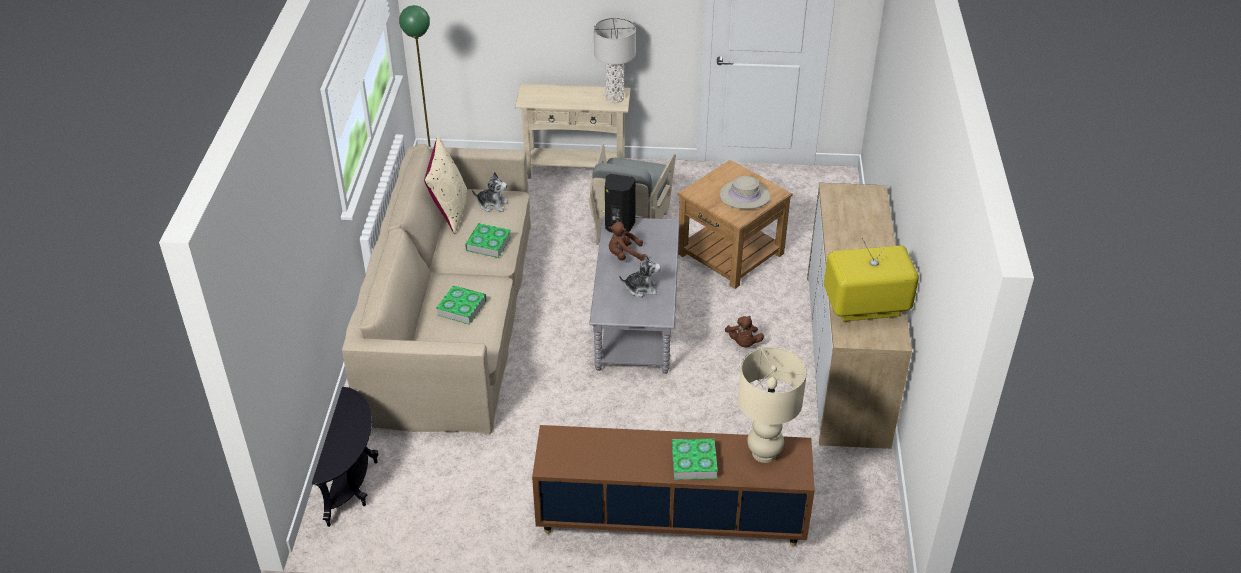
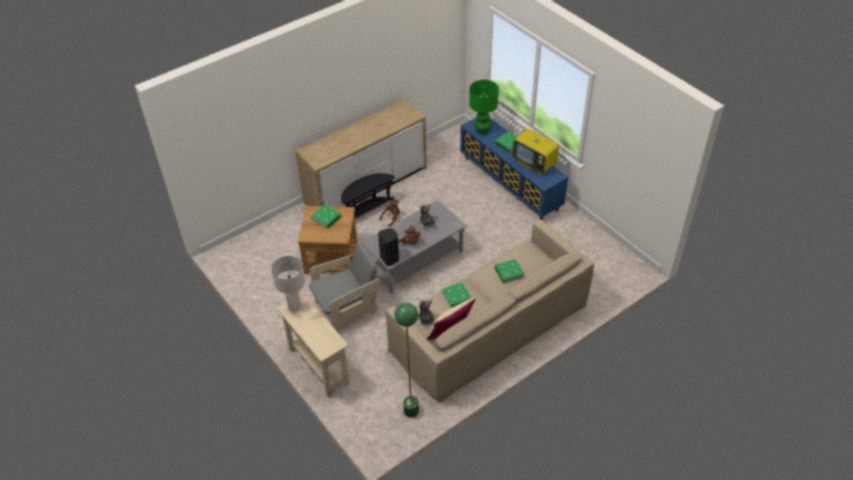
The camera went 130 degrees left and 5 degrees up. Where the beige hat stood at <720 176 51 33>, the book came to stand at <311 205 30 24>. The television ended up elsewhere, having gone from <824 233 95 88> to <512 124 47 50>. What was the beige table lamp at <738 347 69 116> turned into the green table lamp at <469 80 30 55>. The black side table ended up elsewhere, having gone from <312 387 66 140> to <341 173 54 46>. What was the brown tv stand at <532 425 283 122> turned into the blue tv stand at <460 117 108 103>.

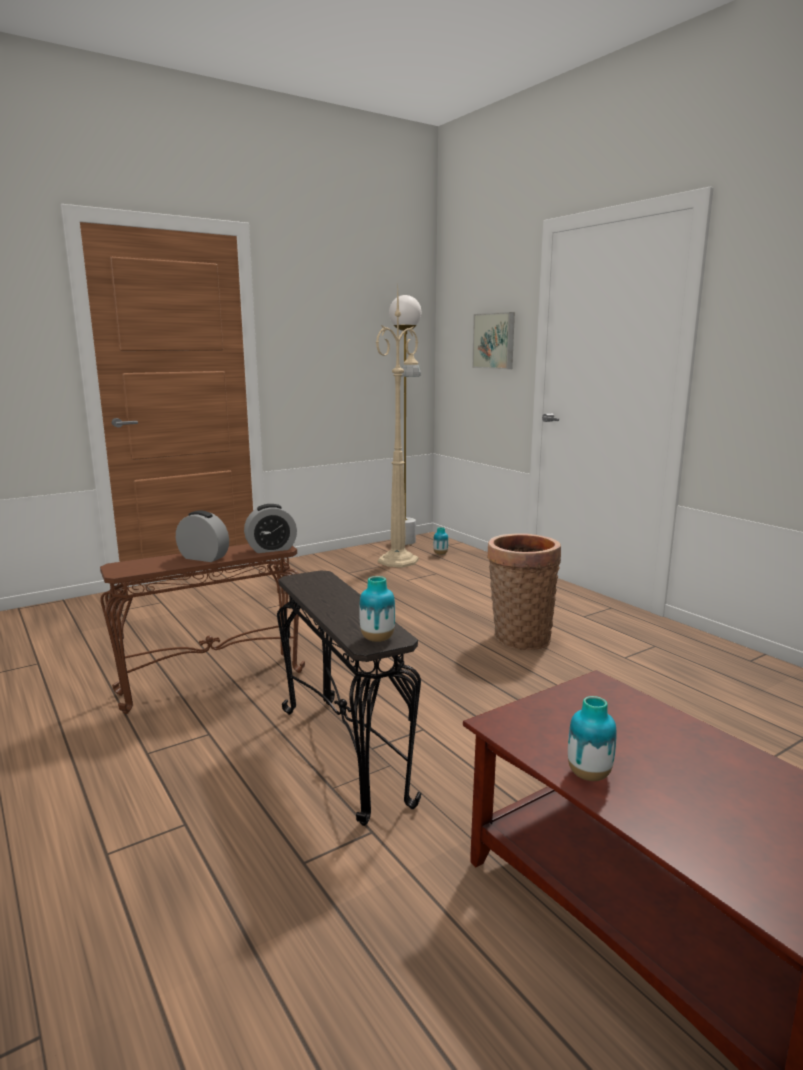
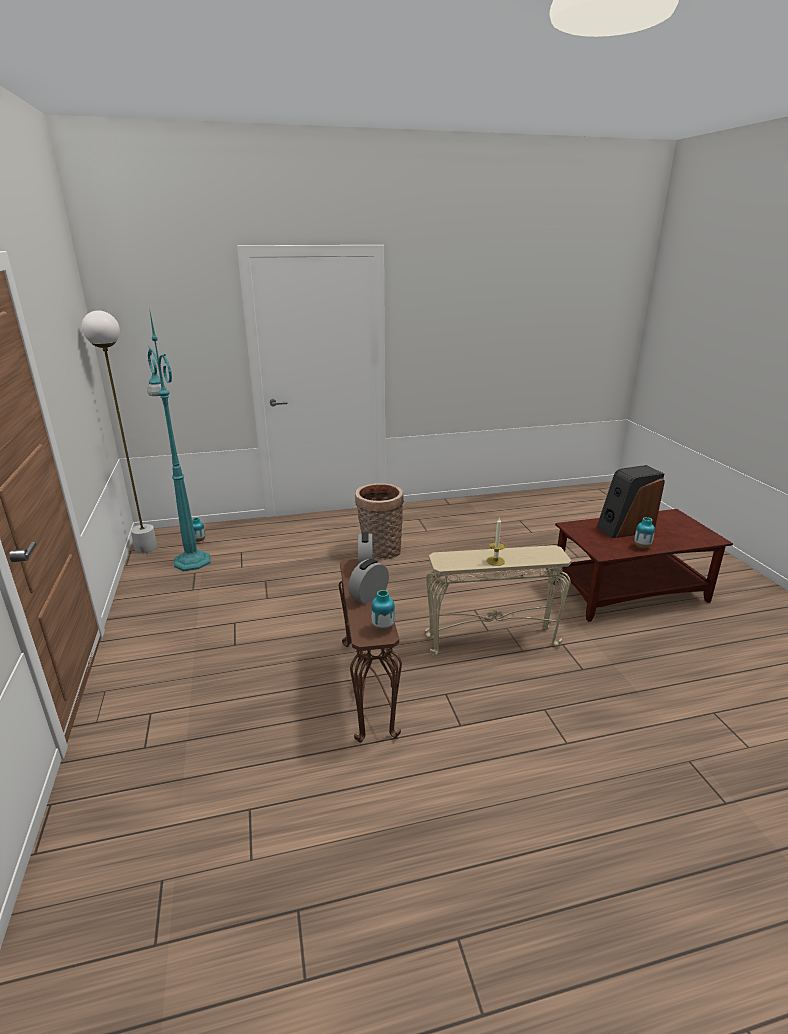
The camera went 70 degrees left and 10 degrees up. What was the beige floor lamp at <376 289 45 279> turned into the turquoise floor lamp at <148 308 62 263>. The second view lost the picture at <472 312 43 57>. What was the black side table at <277 570 144 256> turned into the beige side table at <425 545 146 111>. The vase ended up elsewhere, having gone from <359 576 36 66> to <371 590 24 42>. The second view gained the speaker at <596 465 69 73>. The second view gained the candle at <487 517 18 49>.

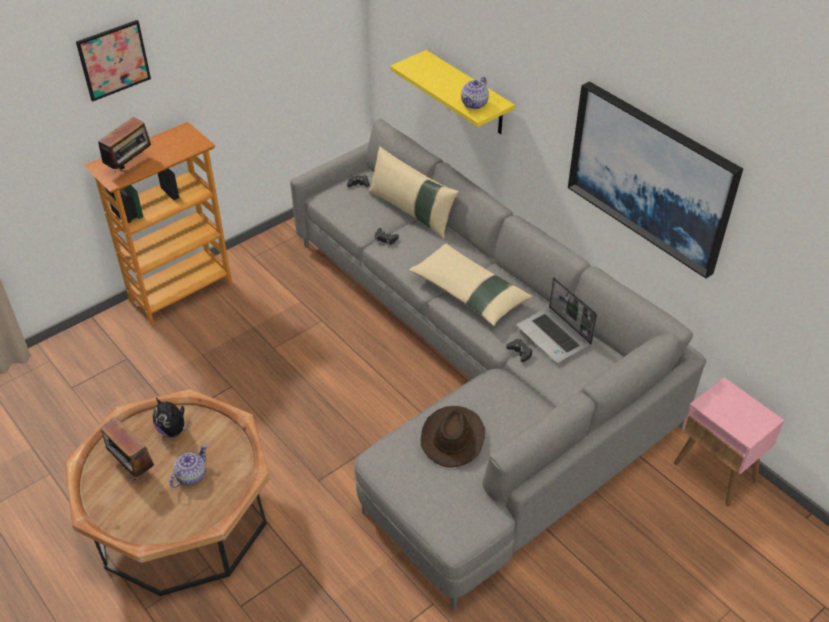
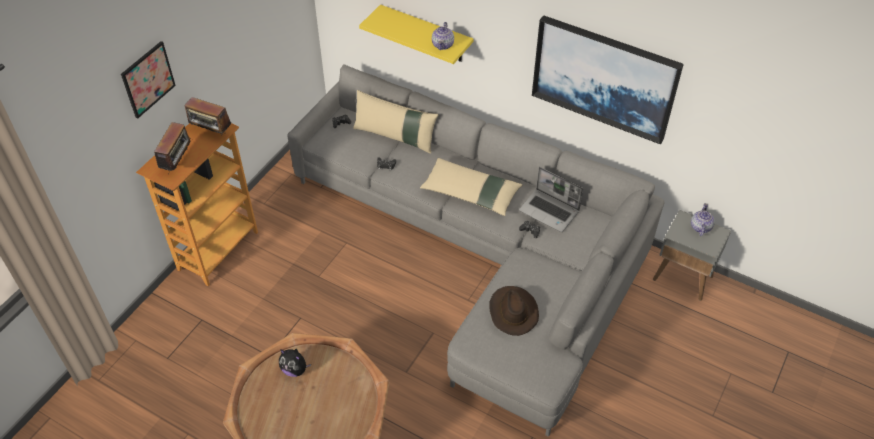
The camera went 20 degrees left and 5 degrees up. What was the pink side table at <674 377 110 129> turned into the grey side table at <653 210 78 91>. The radio ended up elsewhere, having gone from <101 417 53 63> to <185 97 46 38>. The teapot ended up elsewhere, having gone from <170 444 37 44> to <691 203 24 33>.

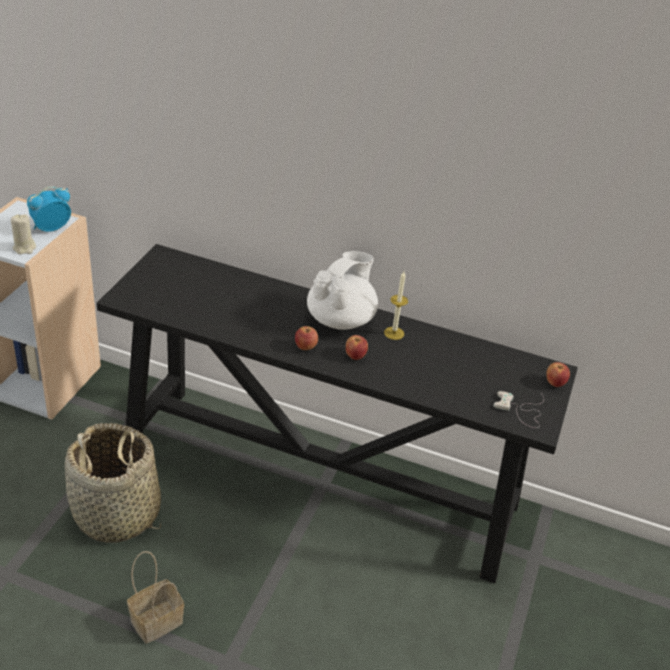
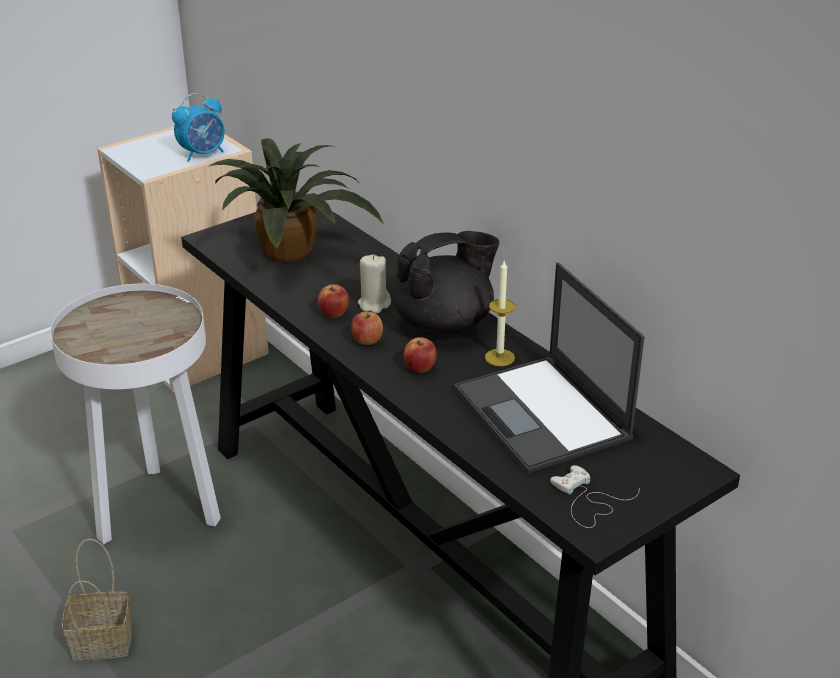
The camera went 35 degrees right and 5 degrees down. The alarm clock at <27 187 44 45> ended up facing another way, 150 degrees clockwise from before. The beige candle ended up elsewhere, having gone from <11 214 25 40> to <358 255 33 58>. What was the white teapot at <307 251 71 79> turned into the black teapot at <393 231 106 104>. The apple ended up elsewhere, having gone from <546 362 24 25> to <318 284 31 34>. Where the basket stood at <65 423 96 120>, the white side table came to stand at <50 284 171 260>. The second view gained the potted plant at <209 138 175 125>. The second view gained the laptop at <454 262 191 212>.

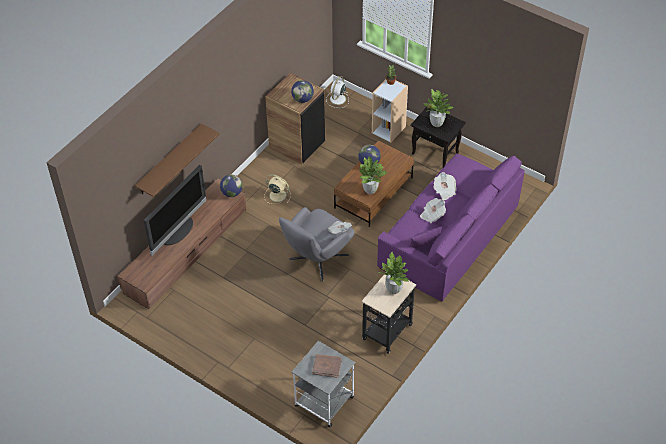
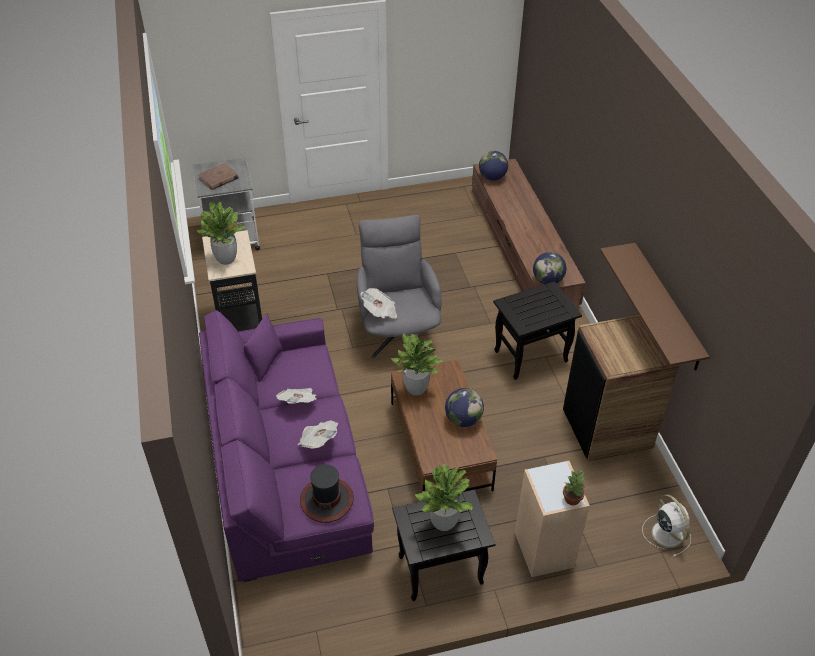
The camera went 130 degrees right and 5 degrees down. The globe ended up elsewhere, having gone from <291 80 23 23> to <479 151 29 29>. The brown shelf ended up elsewhere, having gone from <135 123 85 74> to <600 243 110 128>. The second view lost the television at <144 165 62 91>. Where the beige fan stood at <264 174 27 30>, the black side table came to stand at <493 281 89 99>. The second view gained the hat at <300 464 54 59>.

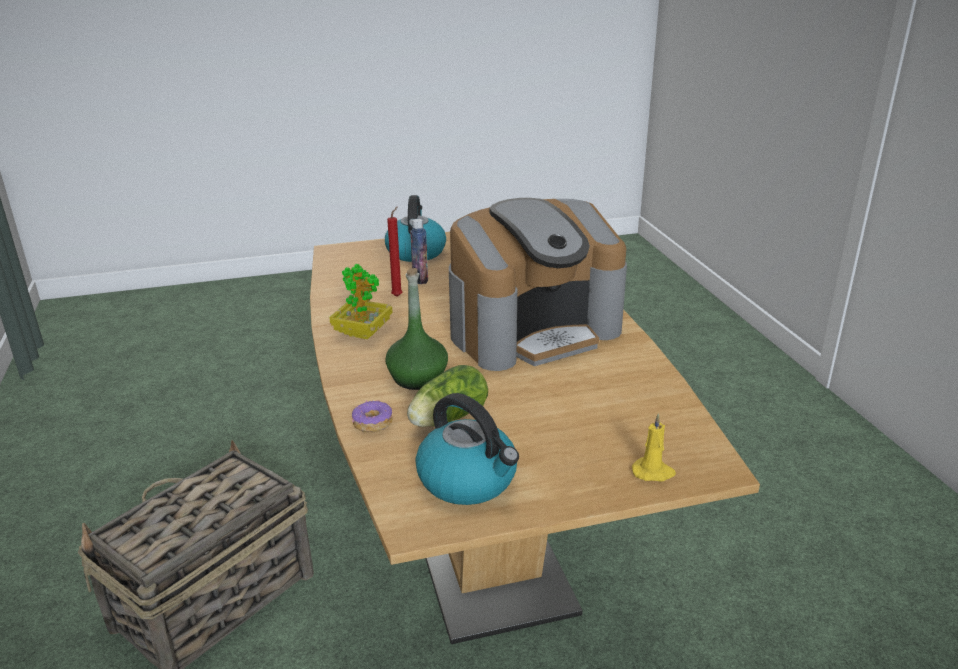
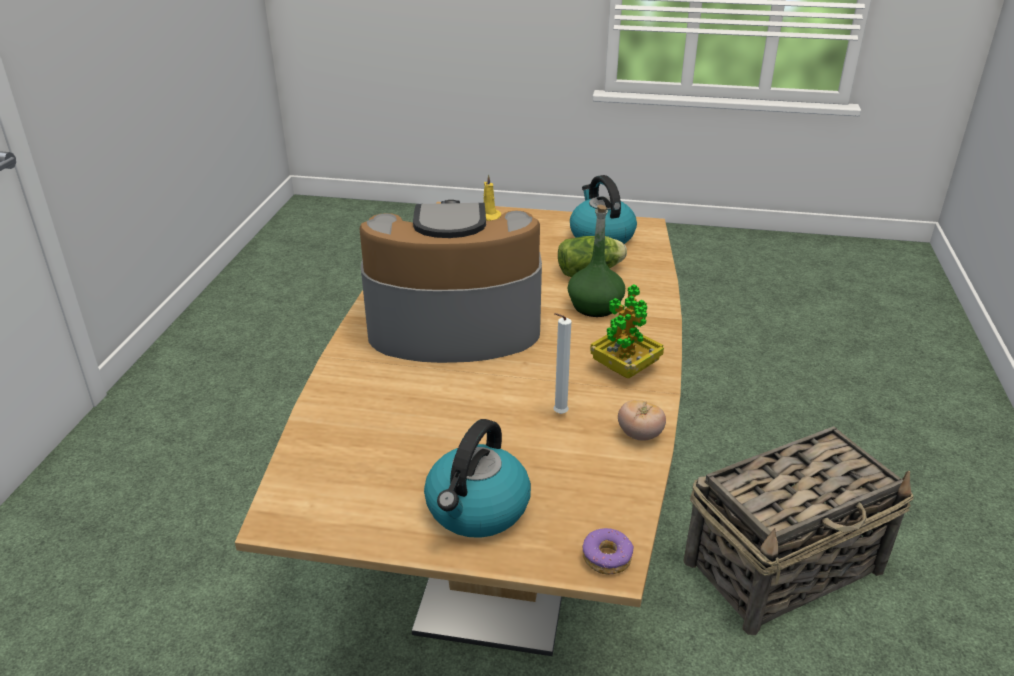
The camera went 155 degrees left and 5 degrees up. What was the red candle at <387 207 16 90> turned into the white candle at <553 313 18 101>. The second view lost the bottle at <410 219 18 65>. The donut ended up elsewhere, having gone from <352 401 41 31> to <583 528 51 47>. The second view gained the tomato at <618 400 48 41>.

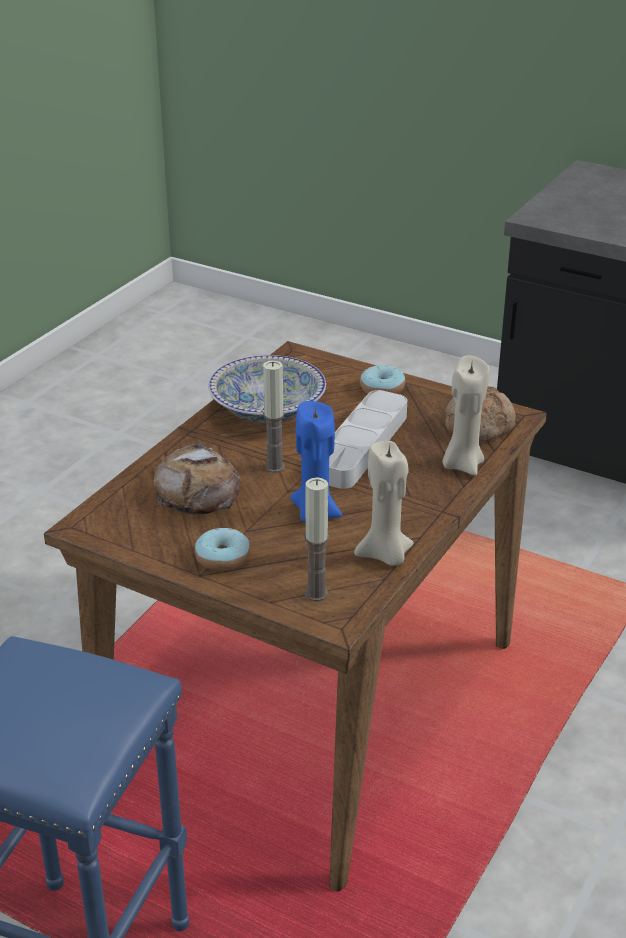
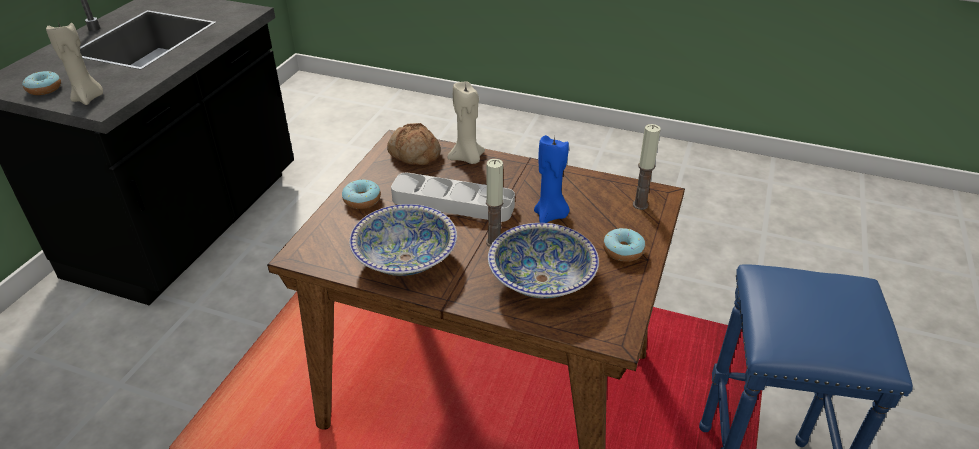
The camera went 100 degrees left and 5 degrees up. The beige candle ended up elsewhere, having gone from <354 441 59 125> to <46 20 57 85>. Where the bread stood at <153 443 87 72>, the bowl came to stand at <488 223 111 76>. The second view gained the donut at <22 71 39 24>.

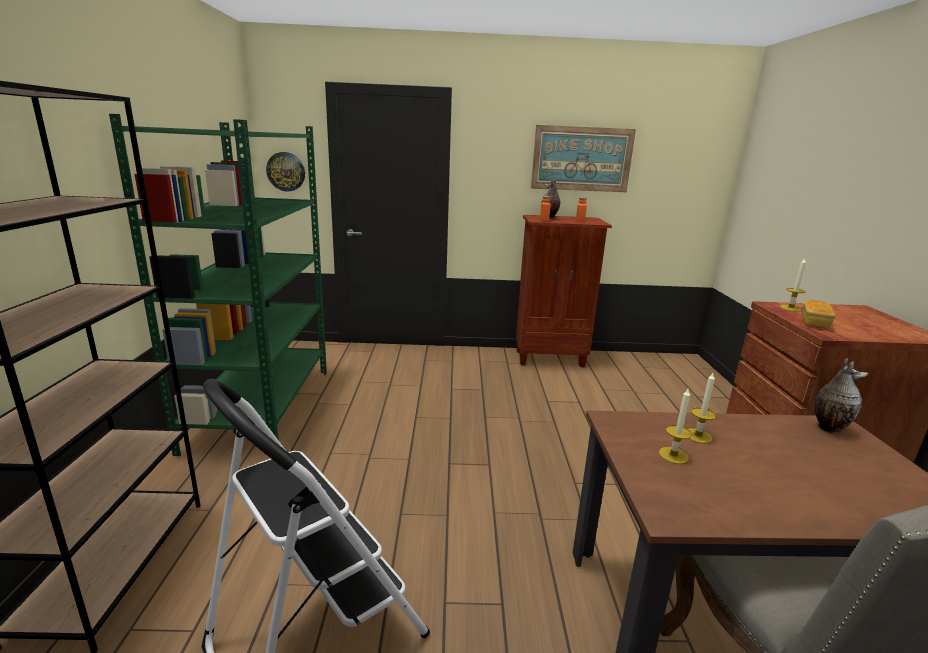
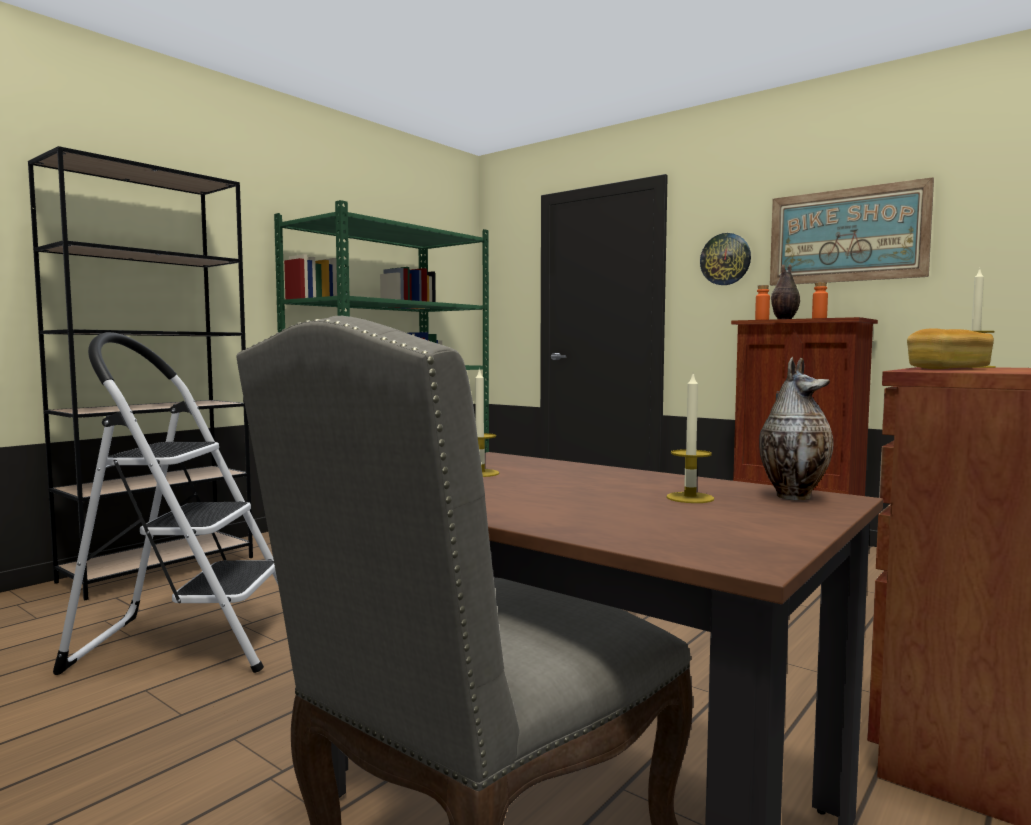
The camera went 40 degrees right and 15 degrees down. The wall clock ended up elsewhere, having gone from <266 152 39 40> to <700 233 51 52>. The candle ended up elsewhere, having gone from <688 373 28 70> to <666 374 48 129>.

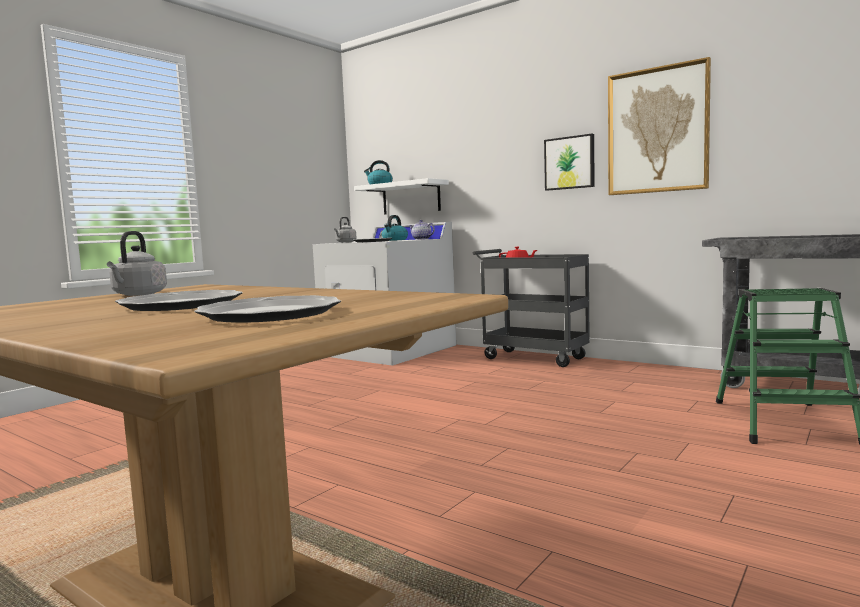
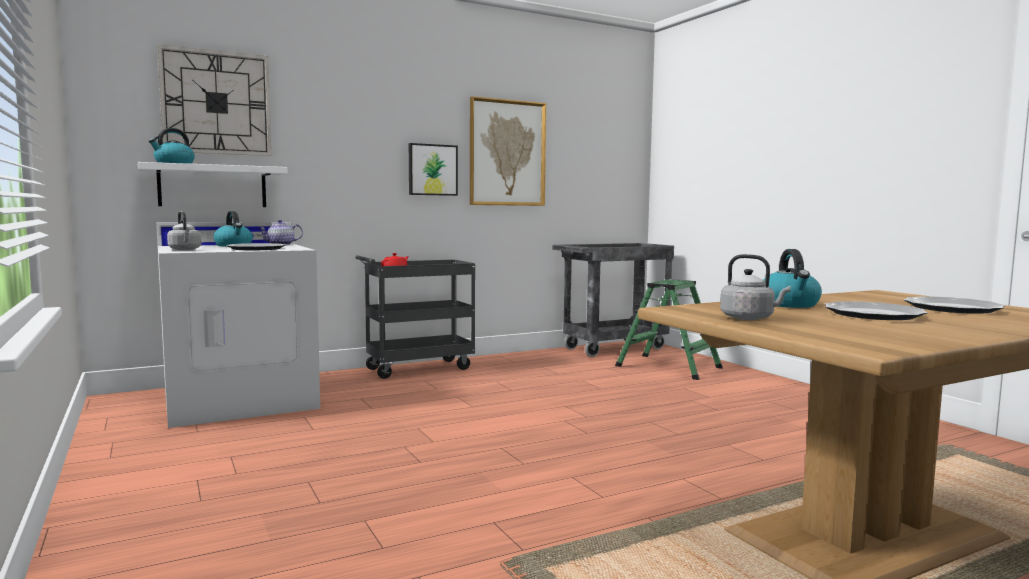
The camera went 65 degrees left and 0 degrees up. The second view gained the wall clock at <158 45 113 111>. The second view gained the kettle at <764 249 58 59>.

